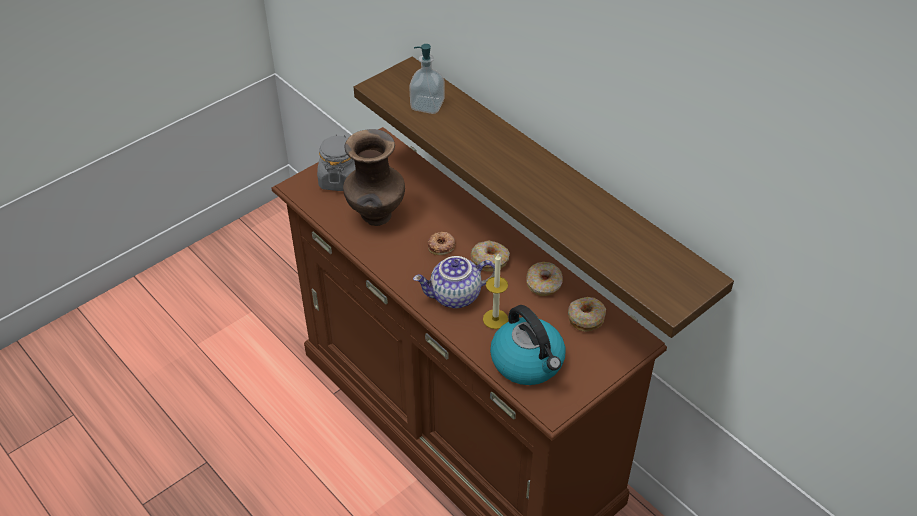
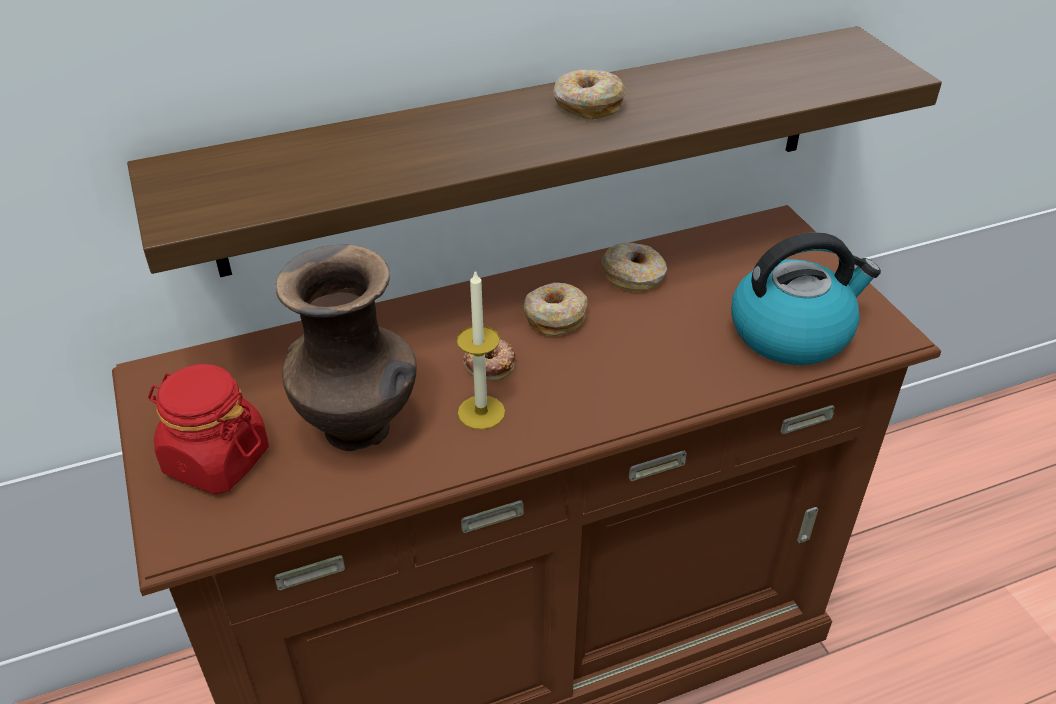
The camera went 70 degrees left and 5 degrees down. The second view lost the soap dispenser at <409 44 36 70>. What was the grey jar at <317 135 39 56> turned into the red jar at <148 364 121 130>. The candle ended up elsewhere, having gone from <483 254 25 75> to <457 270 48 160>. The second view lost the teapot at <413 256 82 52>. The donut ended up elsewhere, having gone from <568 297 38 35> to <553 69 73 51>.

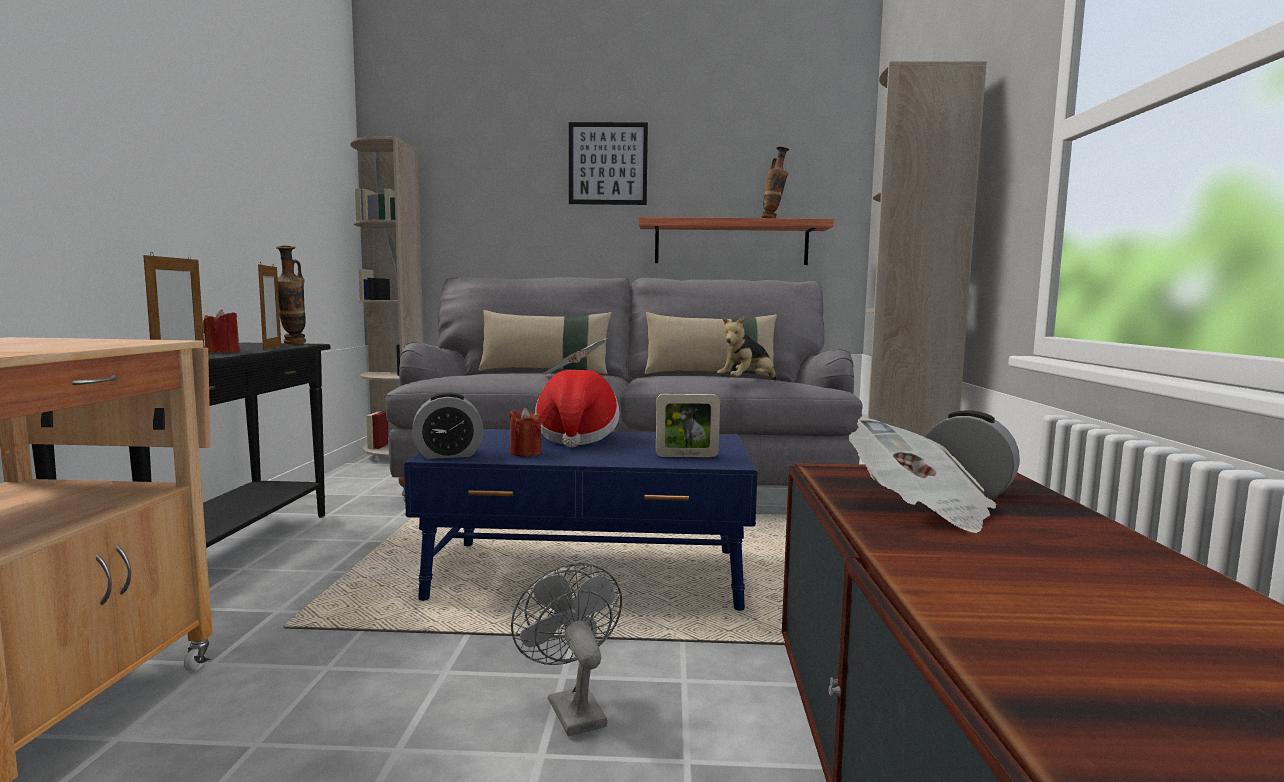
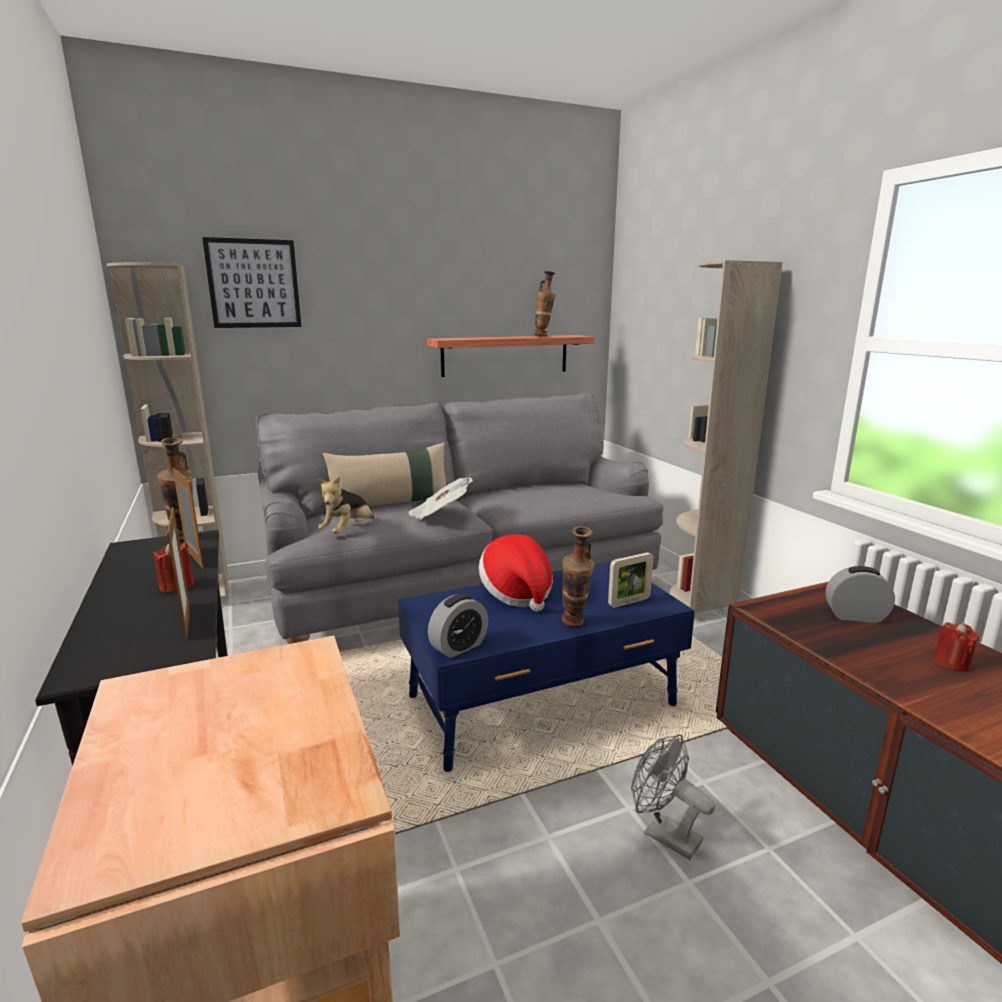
The camera went 25 degrees left and 10 degrees up. The picture ended up elsewhere, having gone from <569 122 79 83> to <202 237 99 91>. The second view lost the beige pillow at <645 312 132 65>. The plush toy ended up elsewhere, having gone from <717 316 60 64> to <318 477 56 57>. The red candle ended up elsewhere, having gone from <509 408 32 49> to <934 622 47 50>. The second view lost the newspaper at <849 418 148 115>. The second view gained the vase at <562 526 33 101>.

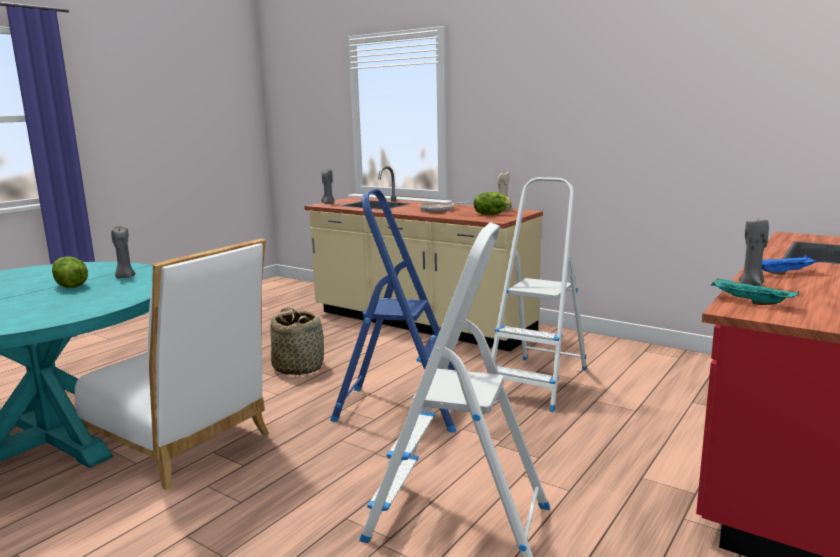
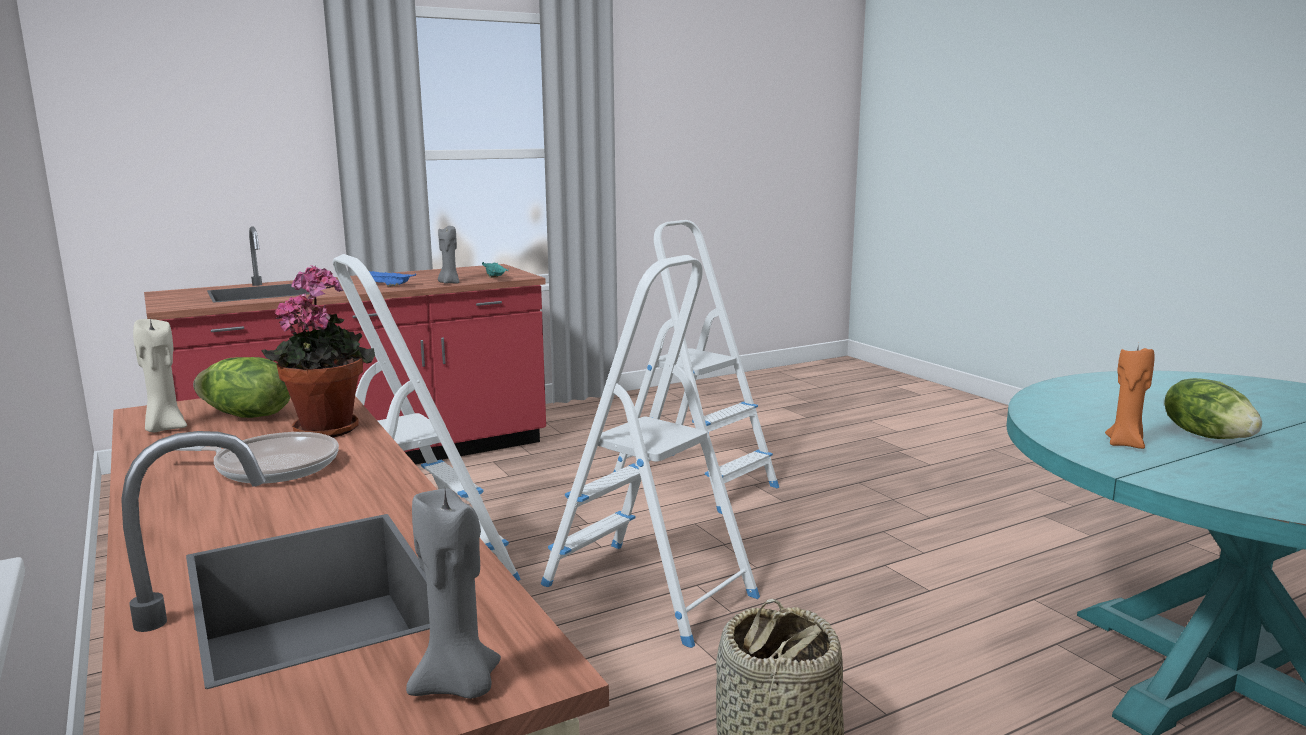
The camera went 155 degrees left and 0 degrees up. What was the blue step ladder at <330 189 126 244> turned into the white step ladder at <541 255 219 393>. What was the grey candle at <111 226 24 52> turned into the orange candle at <1105 343 50 106>. The second view lost the white chair at <75 238 194 252>. The second view gained the potted plant at <262 265 113 172>.

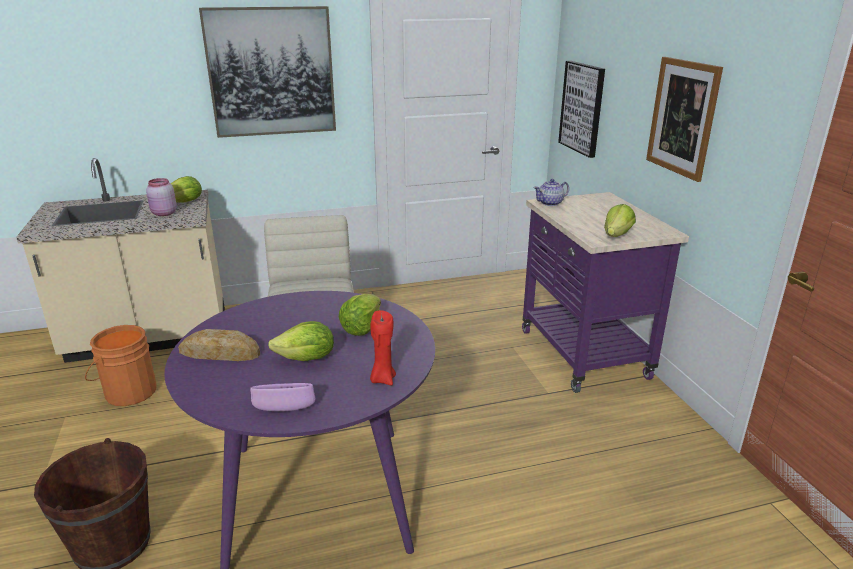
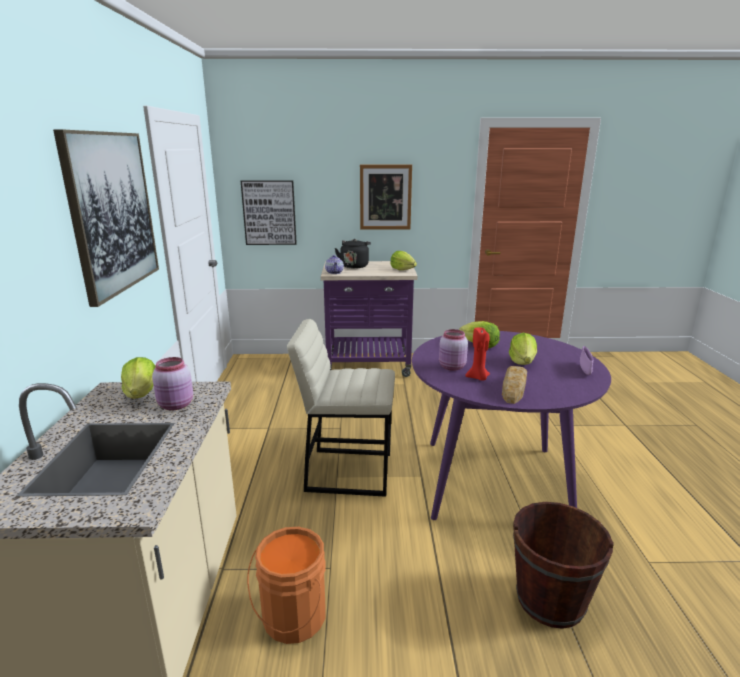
The camera went 75 degrees left and 5 degrees down. The red candle ended up elsewhere, having gone from <370 310 26 75> to <466 328 24 53>. The second view gained the black kettle at <335 239 36 30>. The second view gained the pink jar at <439 329 29 42>.

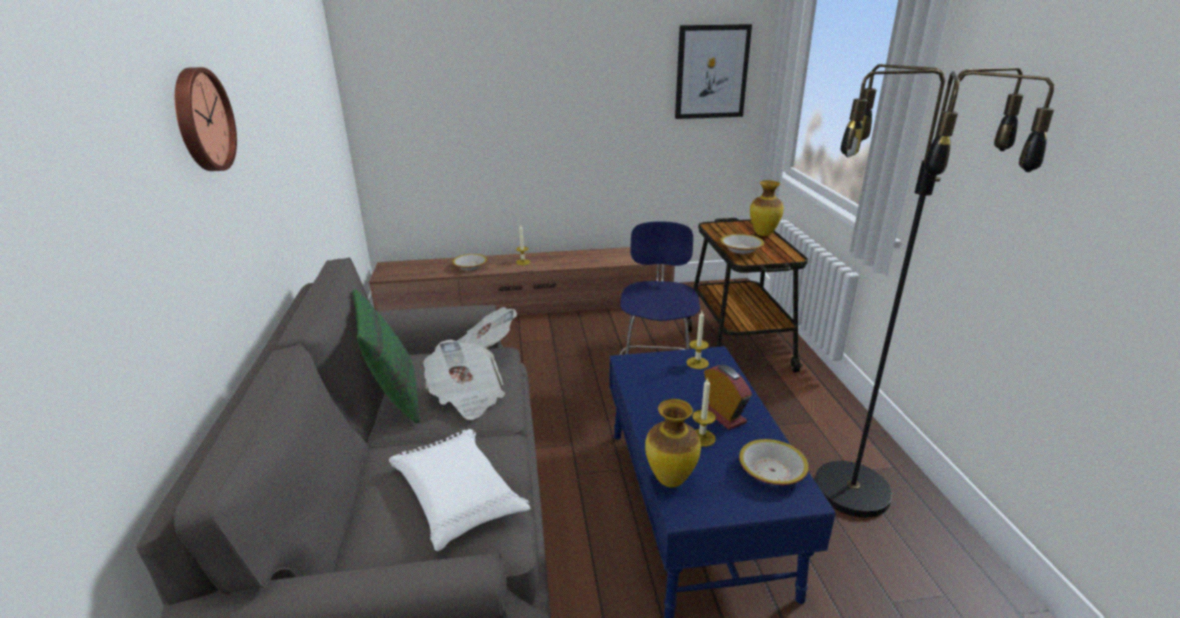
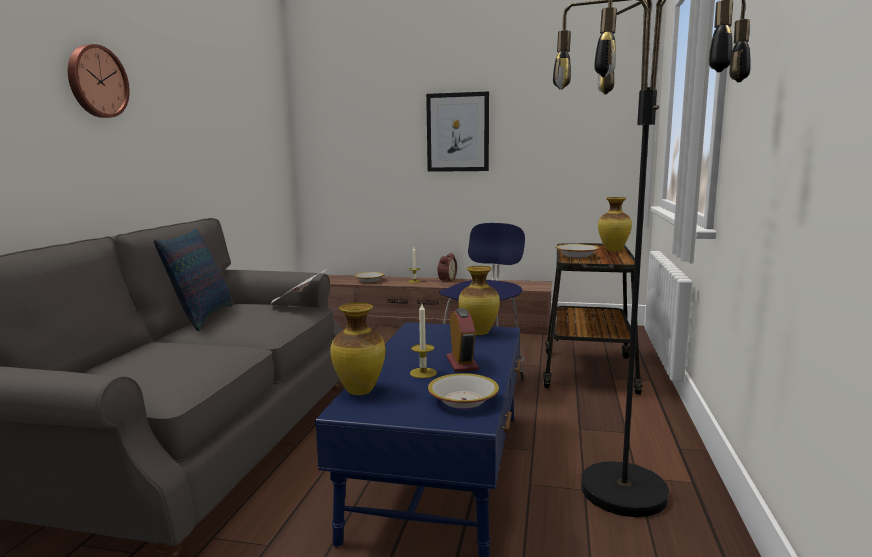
The camera went 20 degrees right and 15 degrees down. The picture ended up elsewhere, having gone from <675 24 77 95> to <426 91 63 81>. What was the green pillow at <353 289 67 134> turned into the blue pillow at <154 229 79 102>. Where the candle stood at <686 311 23 58>, the vase came to stand at <459 266 41 69>. The second view lost the newspaper at <423 340 82 80>. The second view lost the white pillow at <389 429 141 122>. The second view gained the alarm clock at <437 253 20 30>.

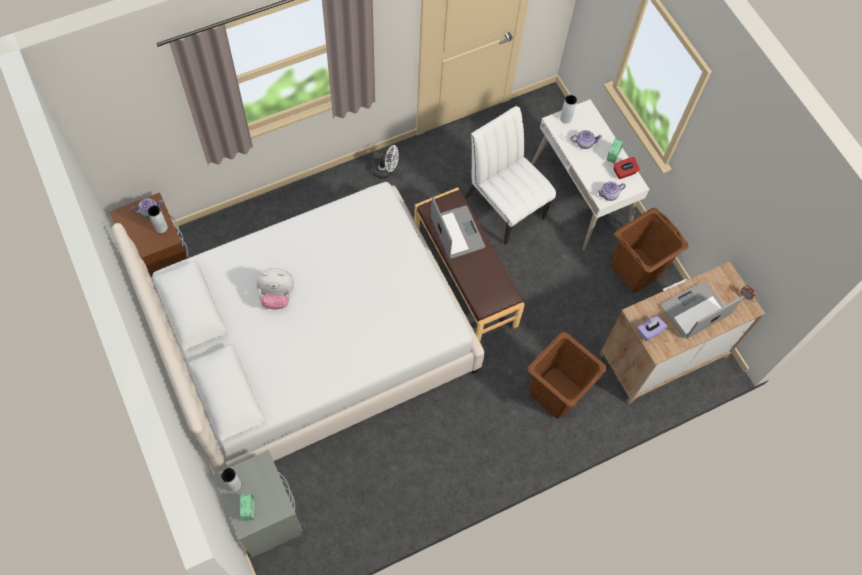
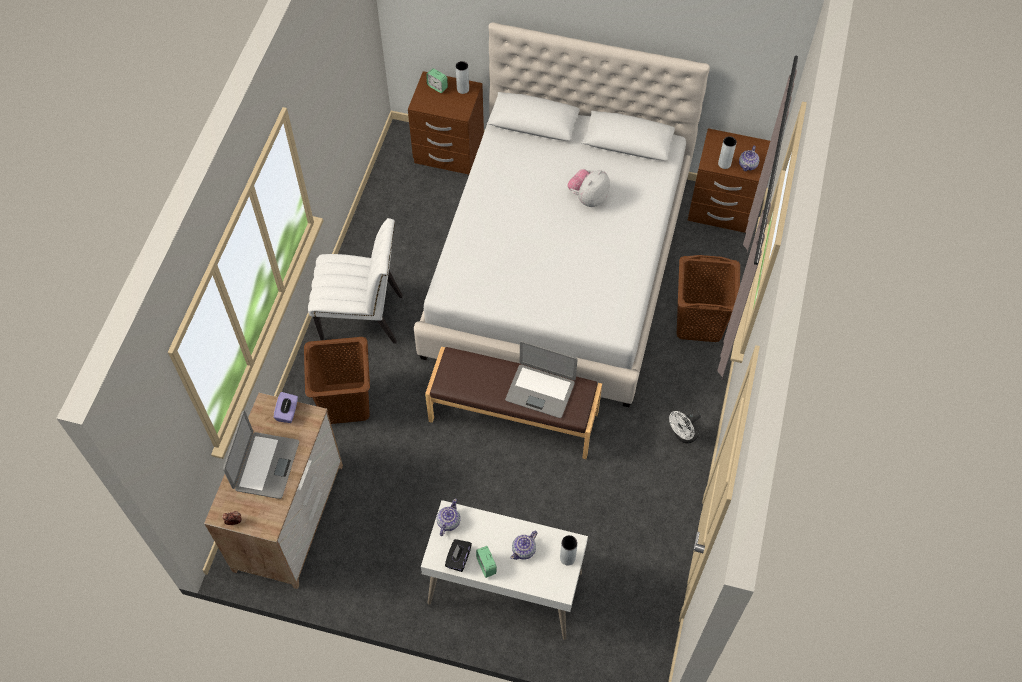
The camera went 135 degrees right and 5 degrees down. The white chair ended up elsewhere, having gone from <465 106 91 139> to <308 218 95 126>. What was the red tissue box at <614 157 26 22> turned into the black tissue box at <445 539 27 33>. The brown laundry basket ended up elsewhere, having gone from <611 208 78 84> to <677 255 63 87>. What was the grey nightstand at <213 450 90 108> turned into the brown nightstand at <408 71 76 104>.

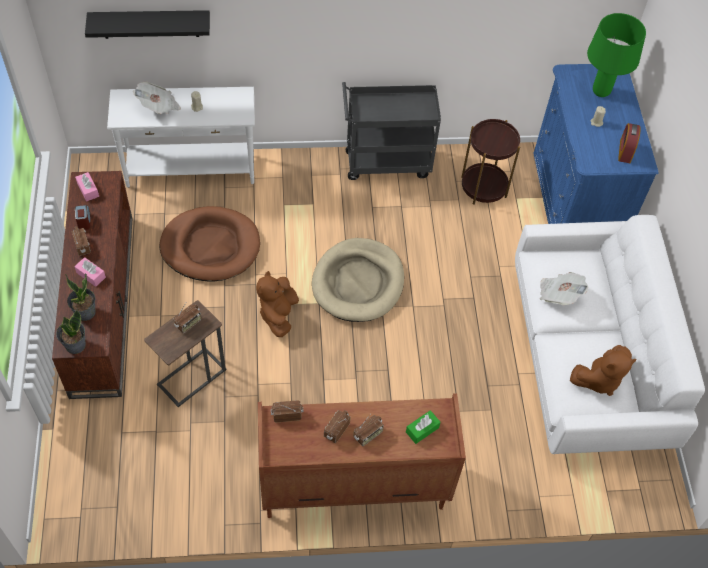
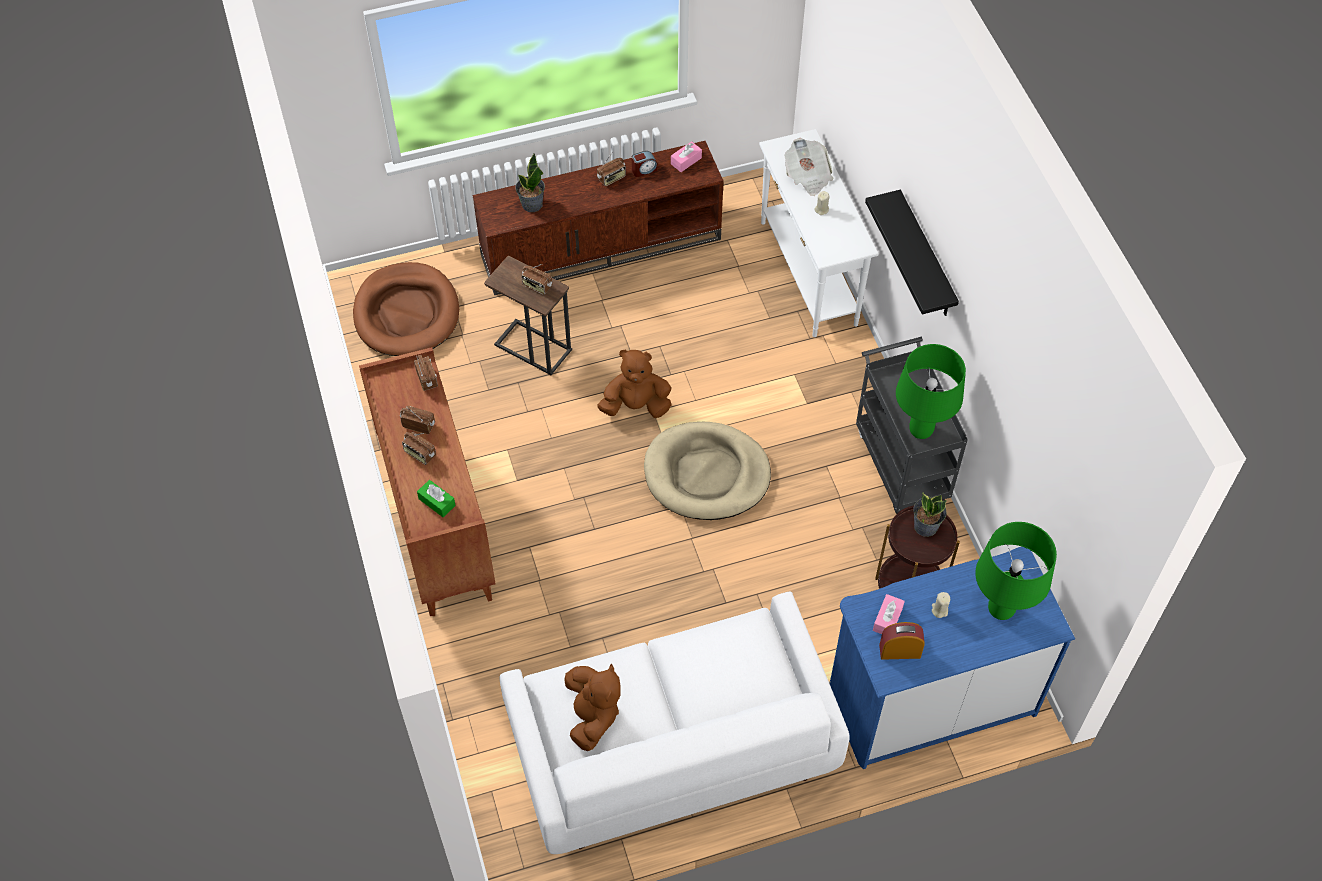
The camera went 80 degrees right and 0 degrees up. The black shelf ended up elsewhere, having gone from <85 10 125 29> to <865 190 94 126>. The brown dog bed ended up elsewhere, having gone from <159 206 101 75> to <353 262 106 94>. The pink tissue box ended up elsewhere, having gone from <74 257 32 30> to <873 594 32 40>. The second view lost the newspaper at <540 272 48 33>. The potted plant ended up elsewhere, having gone from <56 309 30 45> to <913 493 34 44>. The brown plush toy at <570 345 67 51> ended up facing another way, 150 degrees counterclockwise from before. The second view gained the green table lamp at <896 344 70 95>.

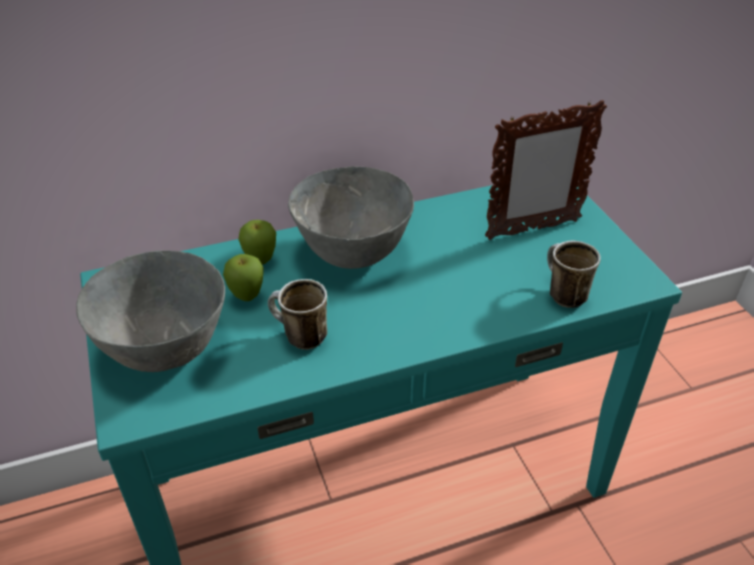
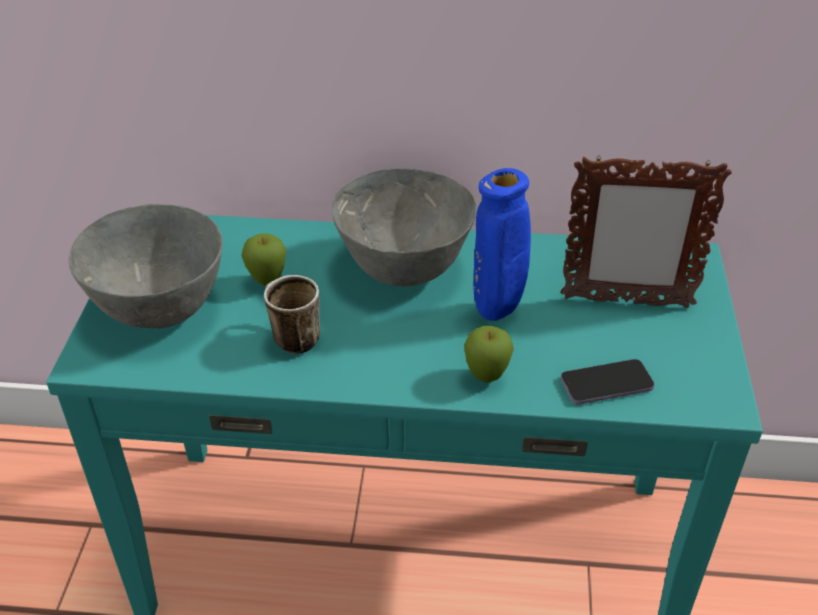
The camera went 25 degrees right and 0 degrees up. The apple ended up elsewhere, having gone from <238 220 38 45> to <464 326 50 56>. Where the mug stood at <547 241 54 67>, the phone came to stand at <561 359 94 45>. The second view gained the blue vase at <473 168 58 153>.

